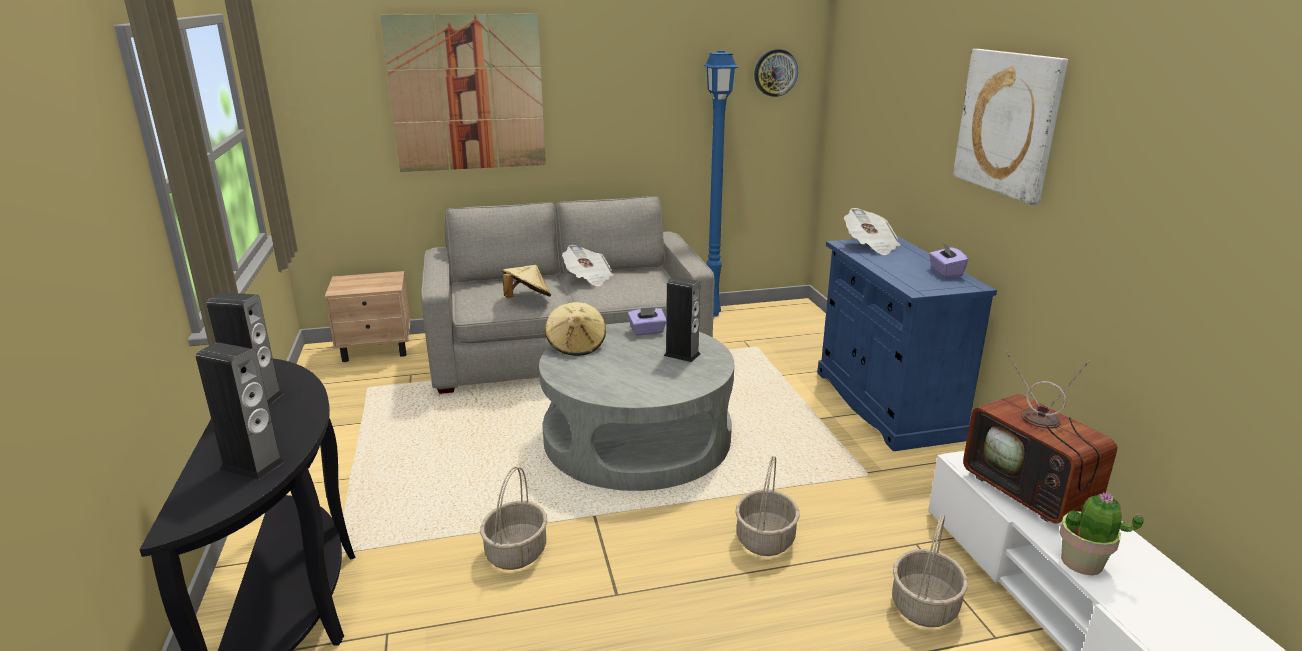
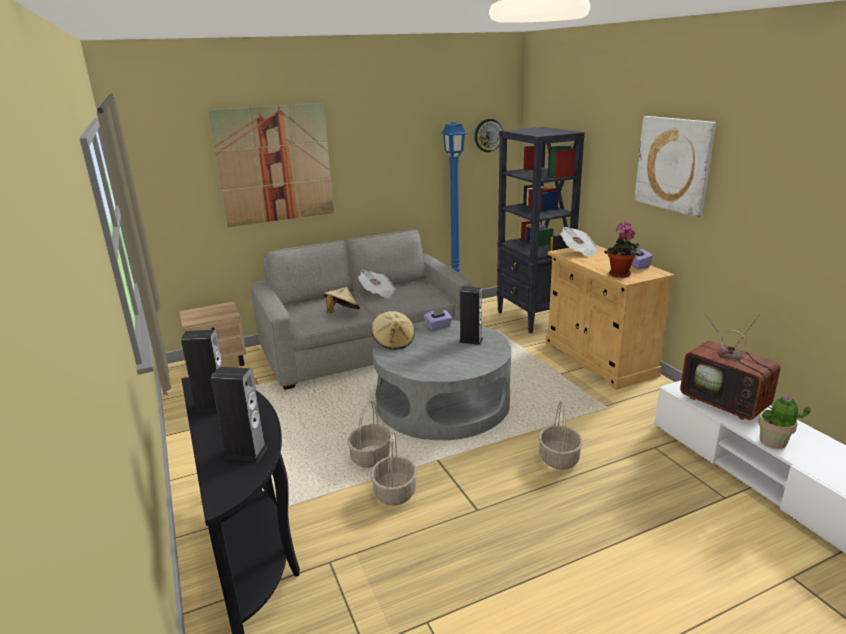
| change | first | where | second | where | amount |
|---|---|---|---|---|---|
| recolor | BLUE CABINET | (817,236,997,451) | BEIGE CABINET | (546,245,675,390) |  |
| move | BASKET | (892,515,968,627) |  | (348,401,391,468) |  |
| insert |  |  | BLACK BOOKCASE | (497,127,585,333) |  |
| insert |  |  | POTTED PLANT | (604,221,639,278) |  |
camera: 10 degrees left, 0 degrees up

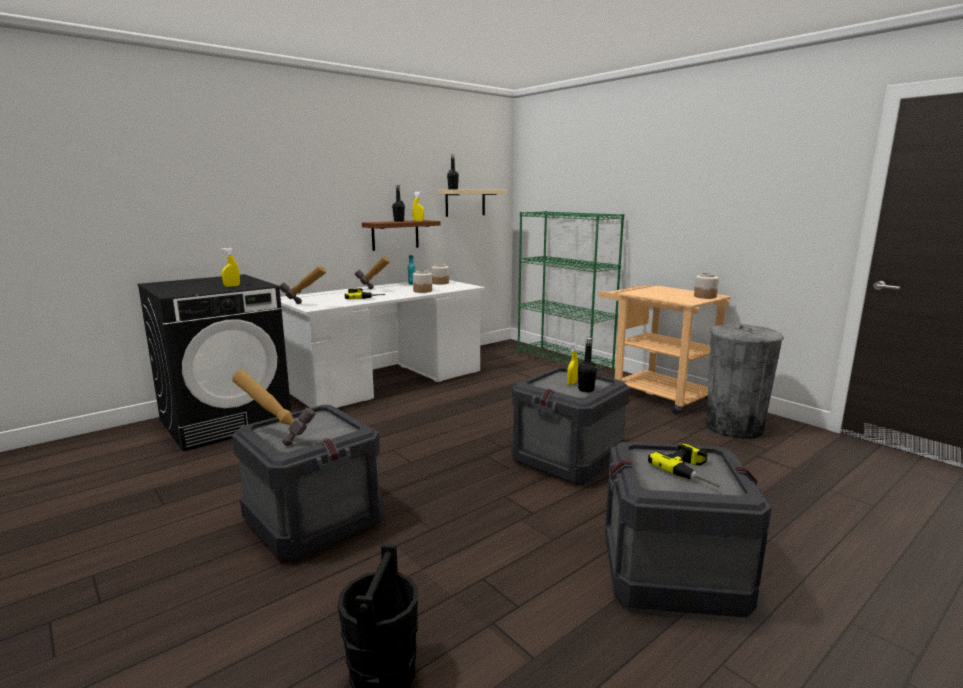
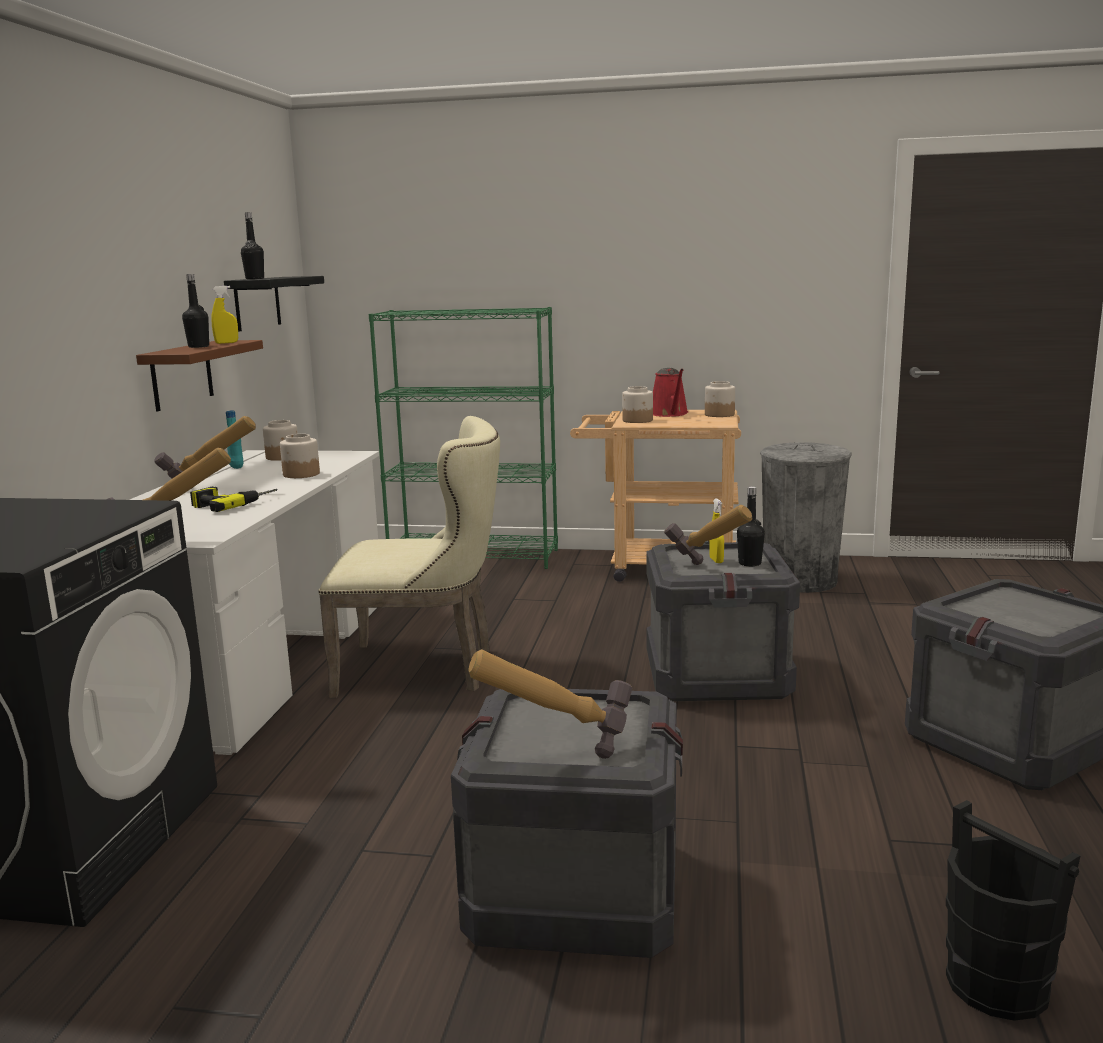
| change | first | where | second | where | amount |
|---|---|---|---|---|---|
| recolor | BEIGE SHELF | (438,190,507,217) | BLACK SHELF | (224,276,324,331) |  |
| delete | YELLOW SPRAY BOTTLE | (221,248,240,287) |  |  |  |
| delete | POWER DRILL | (648,443,719,487) |  |  |  |
| insert |  |  | RED WATERING CAN | (653,368,688,417) |  |
| insert |  |  | JAR | (622,386,653,423) |  |
| insert |  |  | BEIGE CHAIR | (318,416,500,698) |  |
| insert |  |  | HAMMER | (664,505,752,565) |  |
camera: 40 degrees left, 0 degrees up

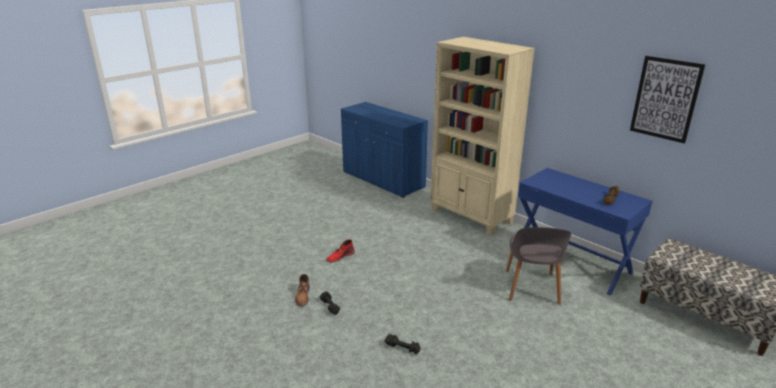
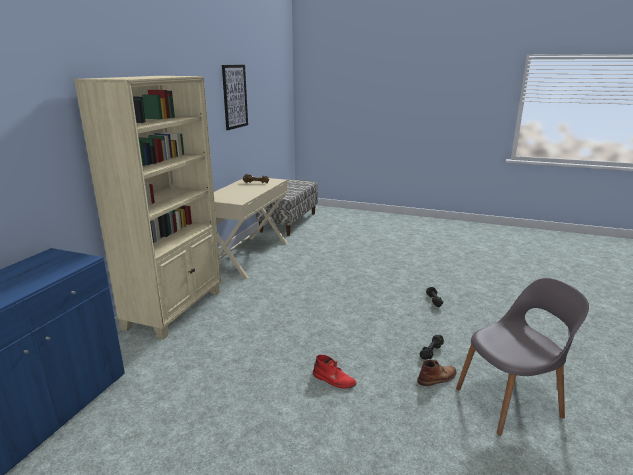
| change | first | where | second | where | amount |
|---|---|---|---|---|---|
| recolor | BLUE DESK | (518,168,653,295) | BEIGE DESK | (214,177,288,279) |  |
| move | GREY CHAIR | (506,227,571,305) |  | (456,278,589,436) |  |
camera: 115 degrees left, 5 degrees down

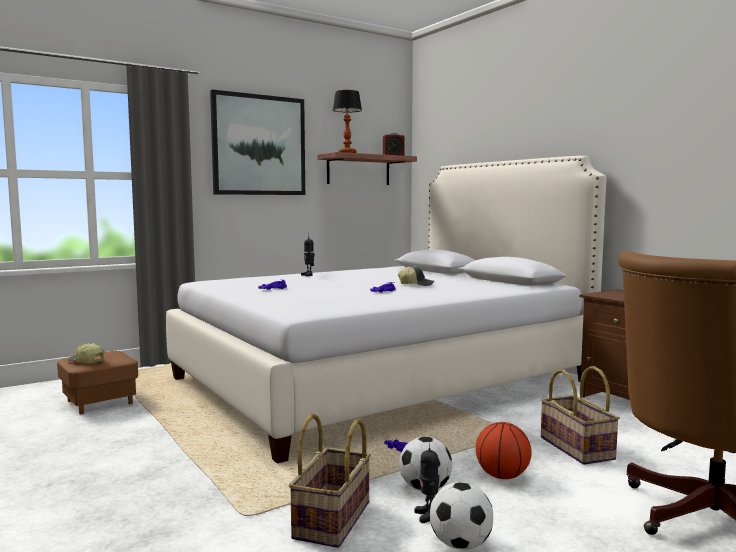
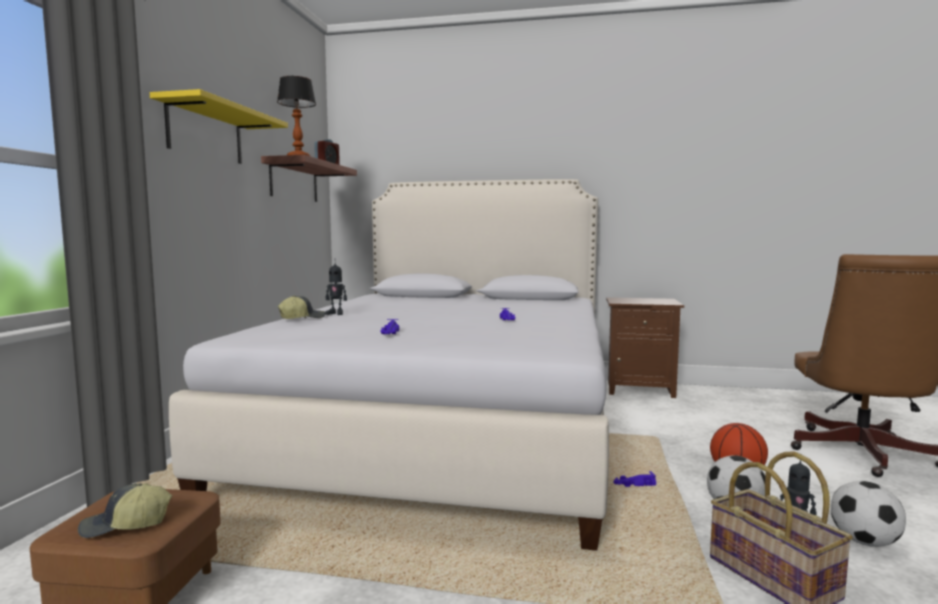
| change | first | where | second | where | amount |
|---|---|---|---|---|---|
| replace | PICTURE | (210,90,305,195) | YELLOW SHELF | (150,89,288,164) |  |
| move | CAP | (398,266,434,286) |  | (278,296,325,319) |  |
| delete | BASKET | (541,366,620,465) |  |  |  |
camera: 45 degrees left, 0 degrees up

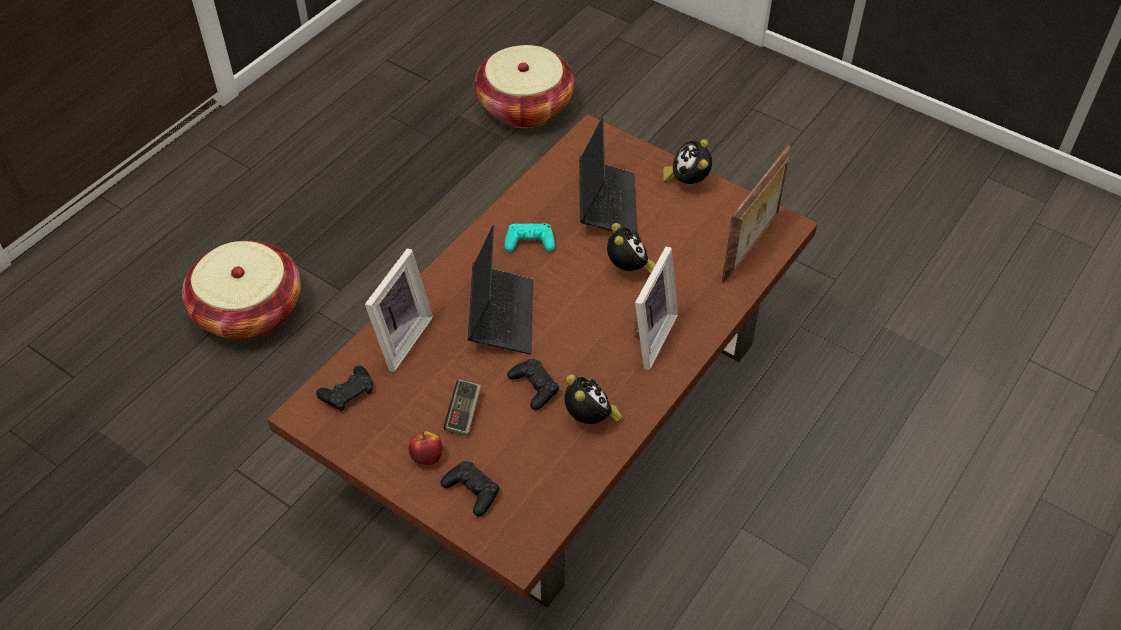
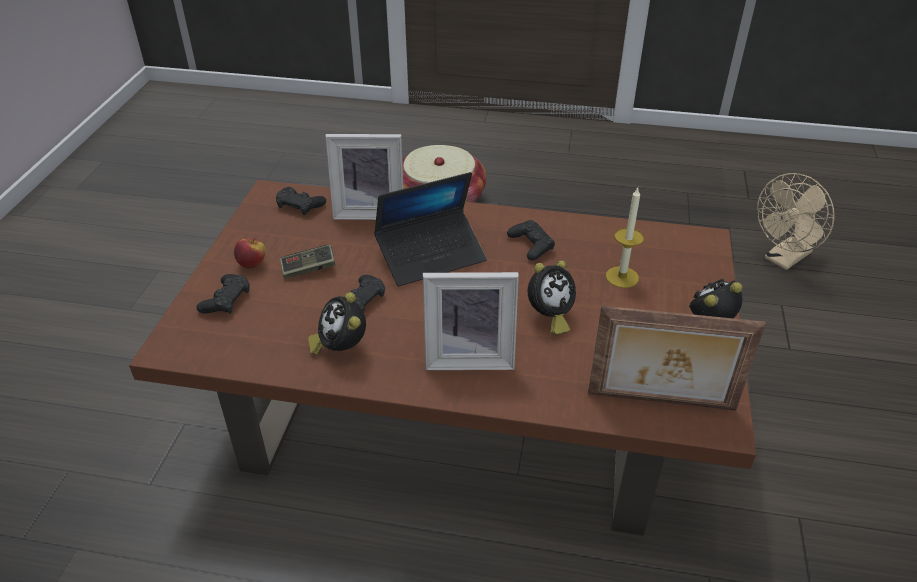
| change | first | where | second | where | amount |
|---|---|---|---|---|---|
| replace | BASKET | (474,45,575,128) | BEIGE FAN | (757,173,835,270) |  |
| replace | LAPTOP | (579,117,638,234) | CANDLE | (606,188,644,288) |  |
| recolor | TURQUOISE GAME CONTROLLER | (505,223,555,252) | BLACK GAME CONTROLLER | (507,220,555,260) |  |
| rotate | ALARM CLOCK | (565,374,623,424) |  | (308,292,366,355) | 120 degrees clockwise |
camera: 65 degrees right, 10 degrees down

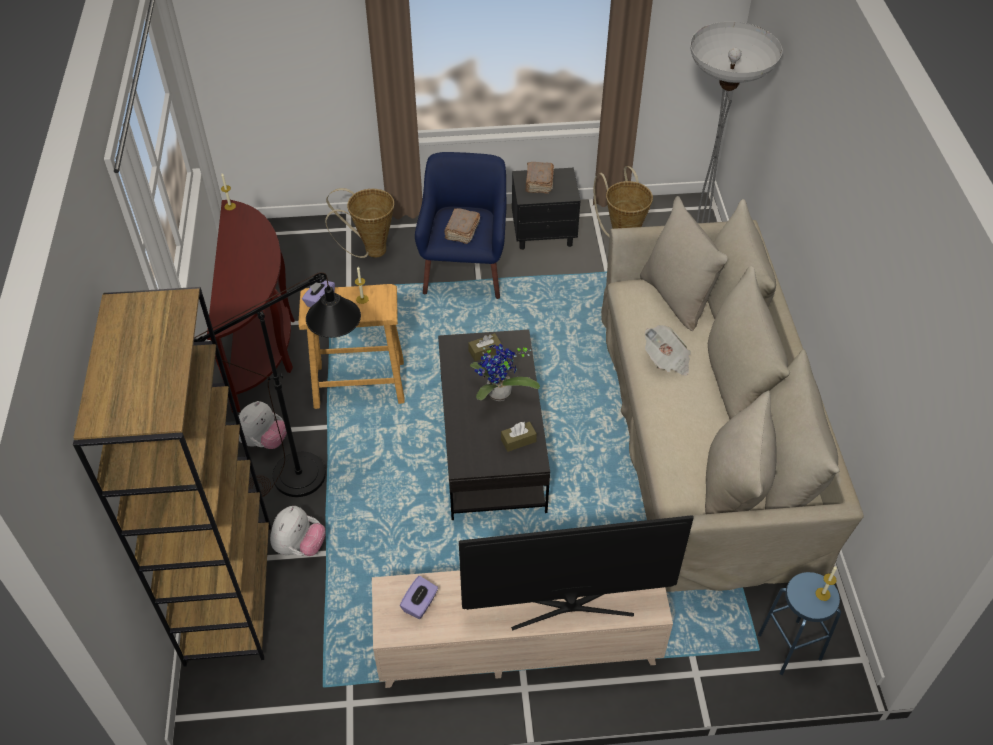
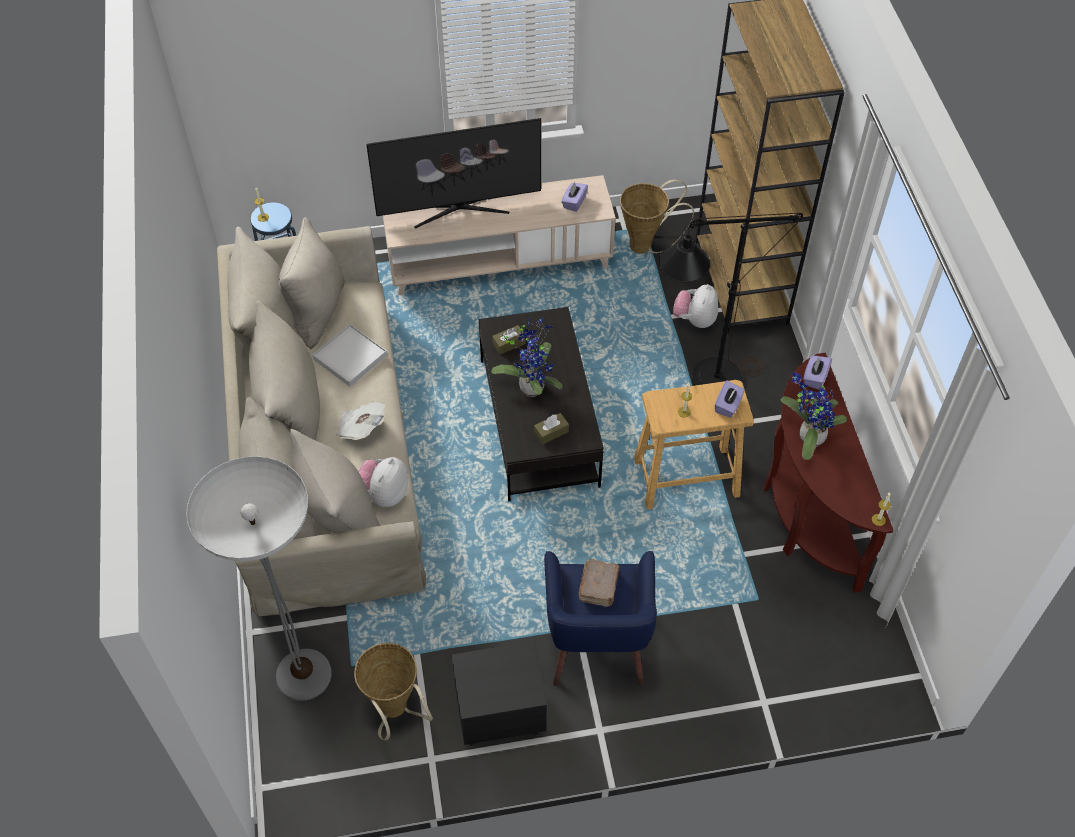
| change | first | where | second | where | amount |
|---|---|---|---|---|---|
| delete | BROWN BOOK | (525,162,554,194) |  |  |  |
| move | BASKET | (325,188,394,258) |  | (620,179,694,253) |  |
| move | PLUSH TOY | (239,401,287,449) |  | (358,457,408,507) |  |
| insert |  |  | WHITE TRAY | (312,324,387,387) |  |
| insert |  |  | PURPLE TISSUE BOX | (803,355,832,390) |  |
| insert |  |  | POTTED PLANT | (781,372,847,460) |  |
camera: 175 degrees right, 5 degrees up

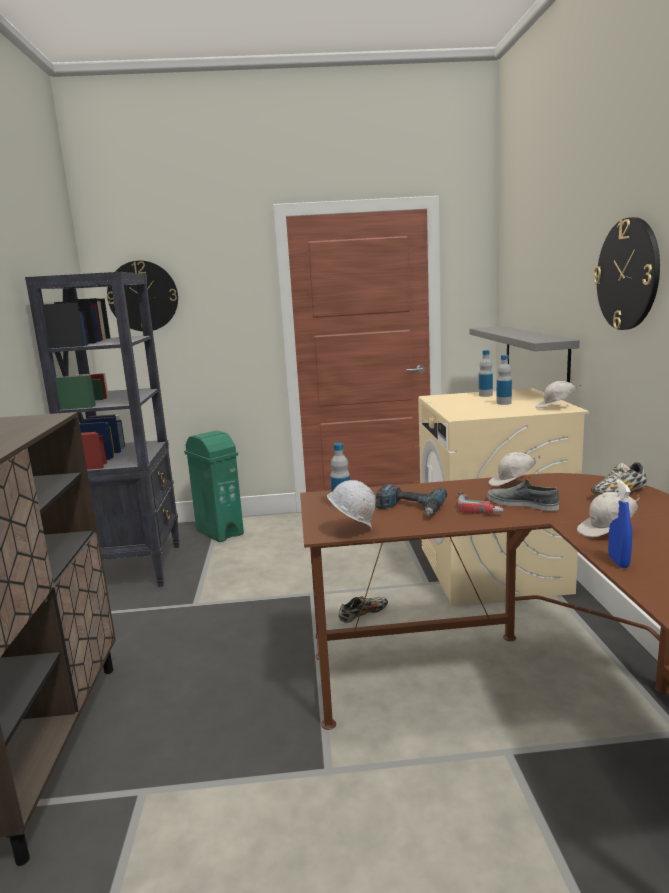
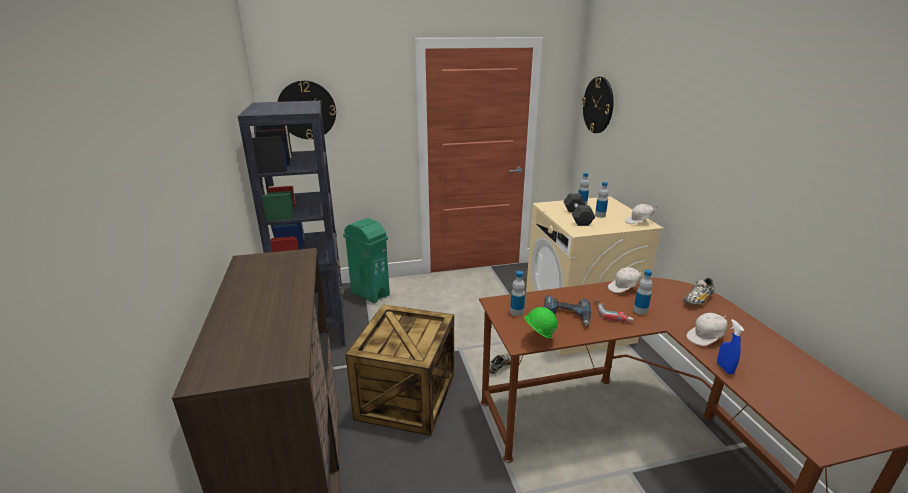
| change | first | where | second | where | amount |
|---|---|---|---|---|---|
| move | WALL CLOCK | (594,217,660,330) |  | (582,77,614,133) |  |
| delete | GREY SHELF | (470,326,580,382) |  |  |  |
| recolor | WHITE HARD HAT | (327,480,376,529) | GREEN HARD HAT | (524,307,558,339) |  |
| replace | GREY SHOE | (487,480,559,511) | BOTTLE | (633,270,653,315) |  |
| insert |  |  | GREY DUMBBELL | (563,193,595,226) |  |
| insert |  |  | CRATE | (345,304,454,436) |  |
camera: 10 degrees left, 10 degrees up

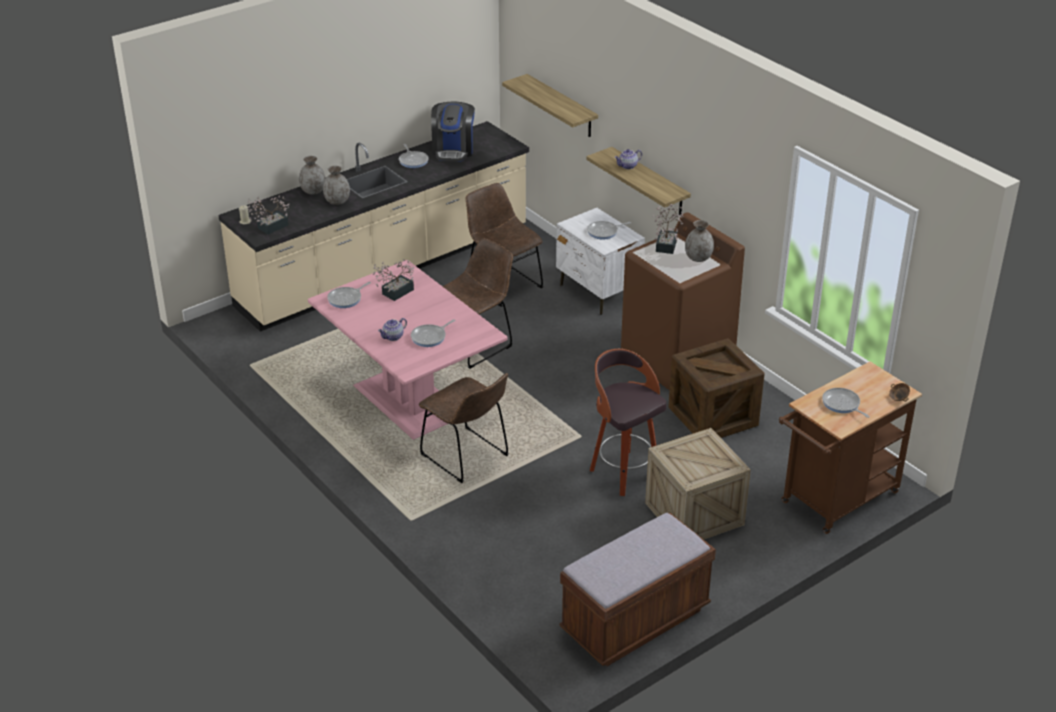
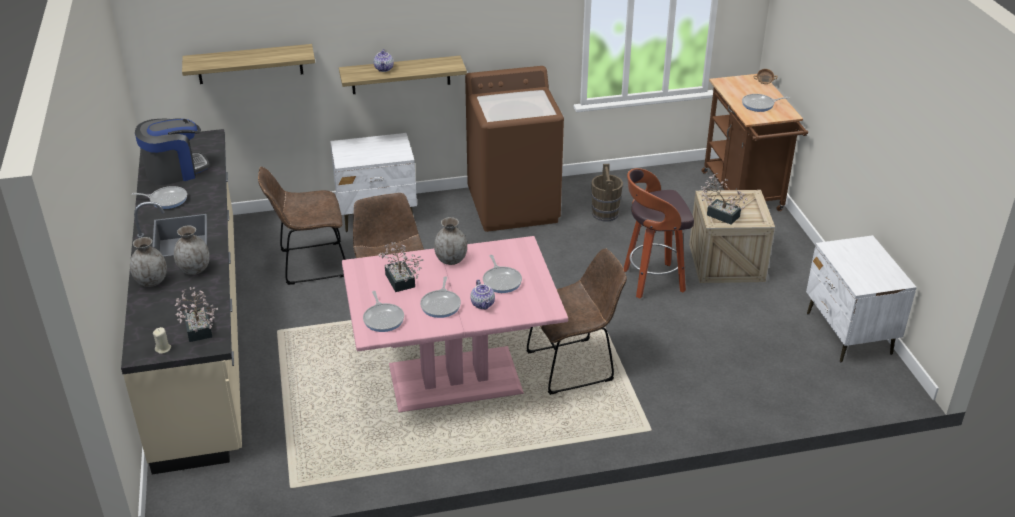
| change | first | where | second | where | amount |
|---|---|---|---|---|---|
| rotate | COFFEE MACHINE | (431,102,475,161) |  | (135,119,209,185) | 60 degrees counterclockwise |
| move | POTTED PLANT | (653,204,684,254) |  | (701,173,748,225) |  |
| move | GREY VASE | (685,220,714,262) |  | (434,217,467,265) |  |
| move | FRYING PAN | (587,221,631,240) |  | (420,276,461,318) |  |
| replace | CRATE | (668,338,765,438) | BROWN BUCKET | (591,164,623,221) |  |
| replace | BROWN BENCH | (559,513,716,666) | WHITE NIGHTSTAND | (806,235,917,363) |  |
camera: 65 degrees left, 0 degrees up

